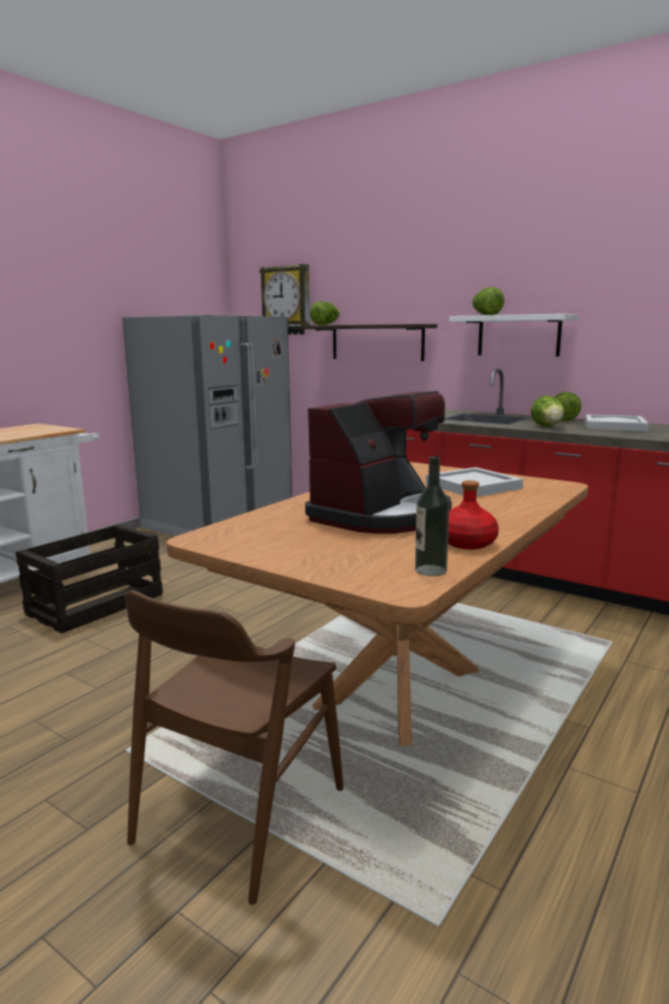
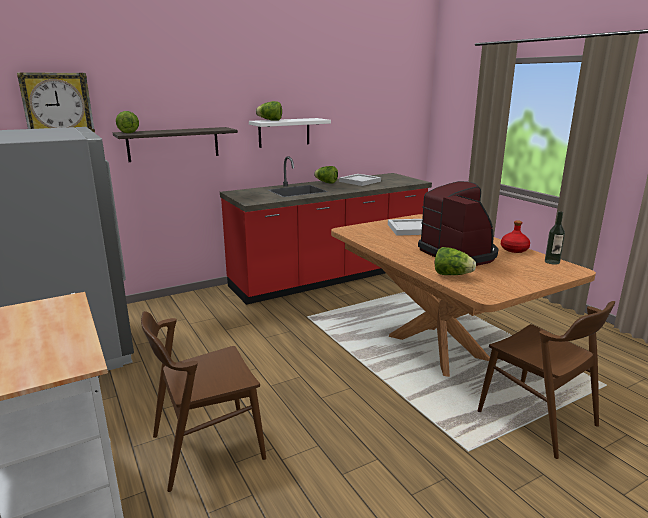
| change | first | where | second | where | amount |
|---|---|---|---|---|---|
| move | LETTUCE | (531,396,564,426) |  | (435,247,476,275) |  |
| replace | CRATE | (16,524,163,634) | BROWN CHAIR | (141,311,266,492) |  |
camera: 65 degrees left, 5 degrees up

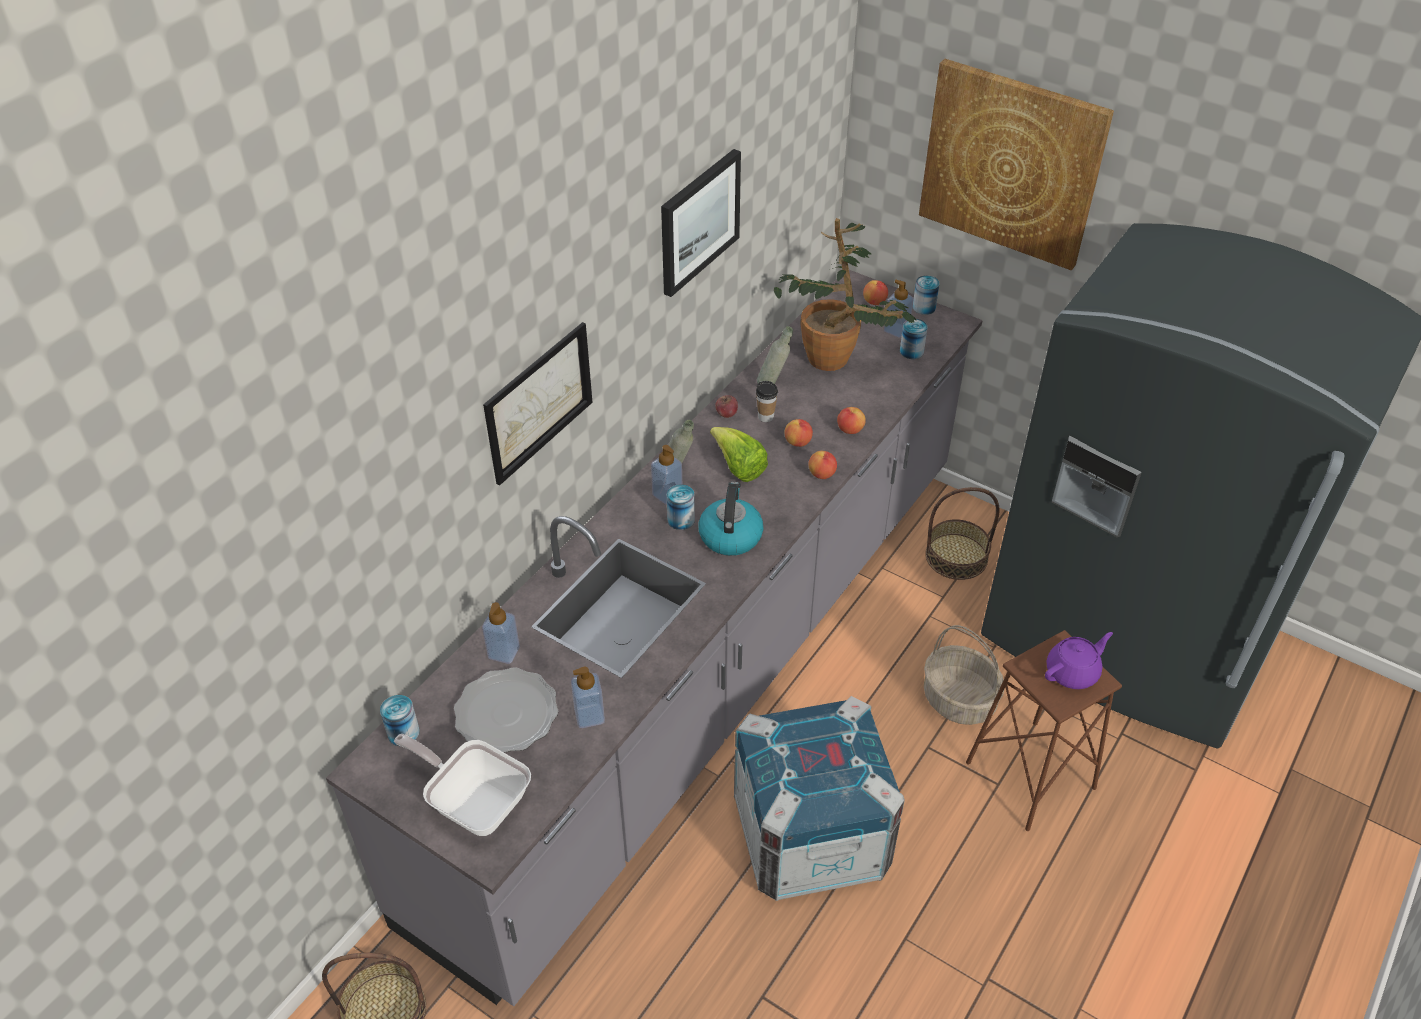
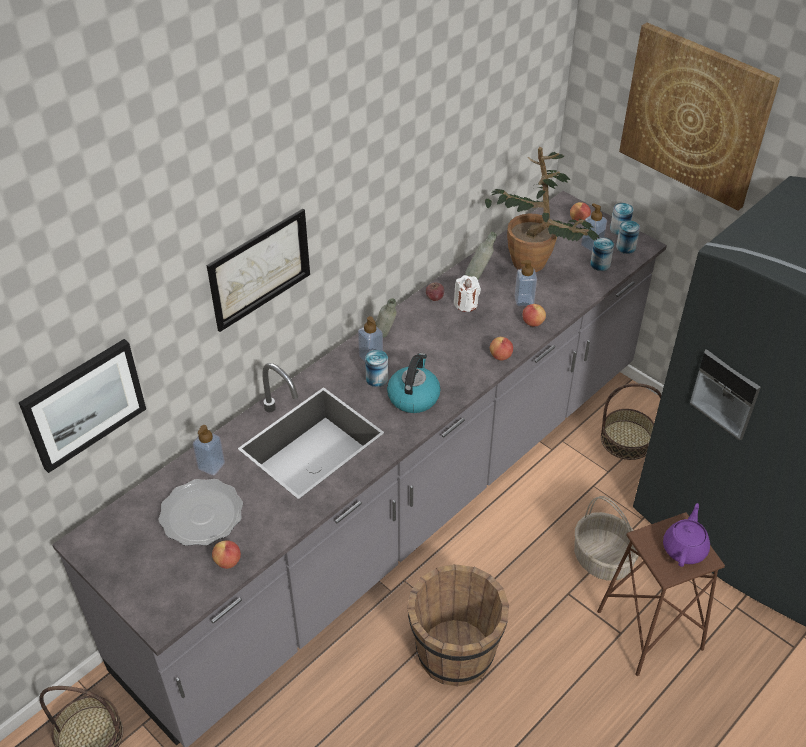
| change | first | where | second | where | amount |
|---|---|---|---|---|---|
| move | PICTURE | (661,149,741,297) |  | (19,339,146,473) |  |
| replace | CUP | (756,381,778,422) | WHITE CANDLE | (454,275,481,312) |  |
| move | APPLE | (784,419,813,447) |  | (212,540,241,569) |  |
| delete | LETTUCE | (710,427,768,482) |  |  |  |
| rotate | PURPLE TEAPOT | (1045,632,1113,689) |  | (663,503,710,567) | 45 degrees counterclockwise |
| move | SOAP DISPENSER | (571,667,605,728) |  | (514,260,537,306) |  |
| move | CAN | (380,695,420,746) |  | (616,220,640,254) |  |
| replace | CRATE | (734,696,905,901) | BROWN BUCKET | (407,564,509,686) |  |
| delete | FRYING PAN | (394,734,531,836) |  |  |  |
camera: 10 degrees right, 0 degrees up

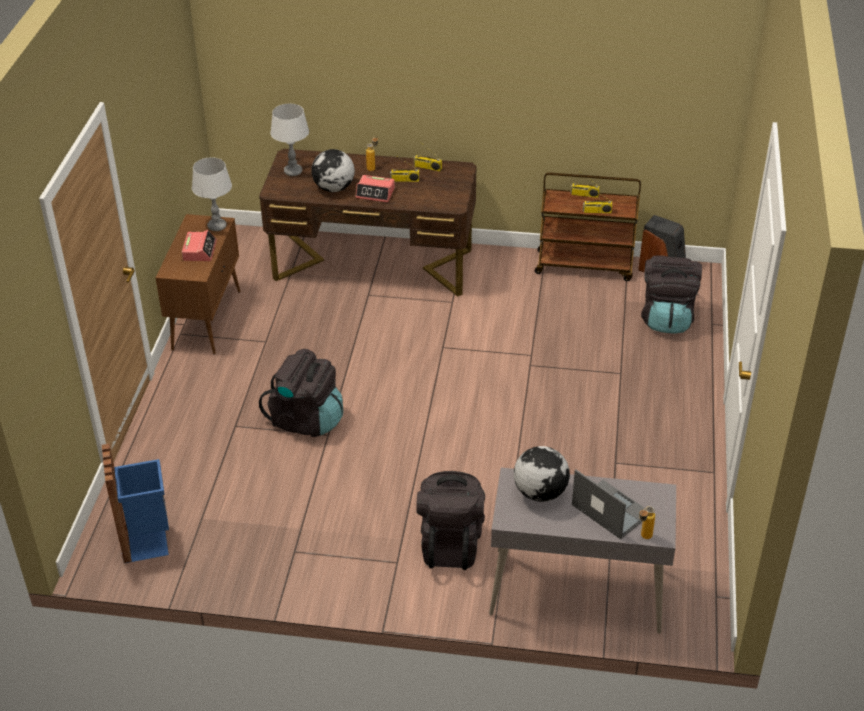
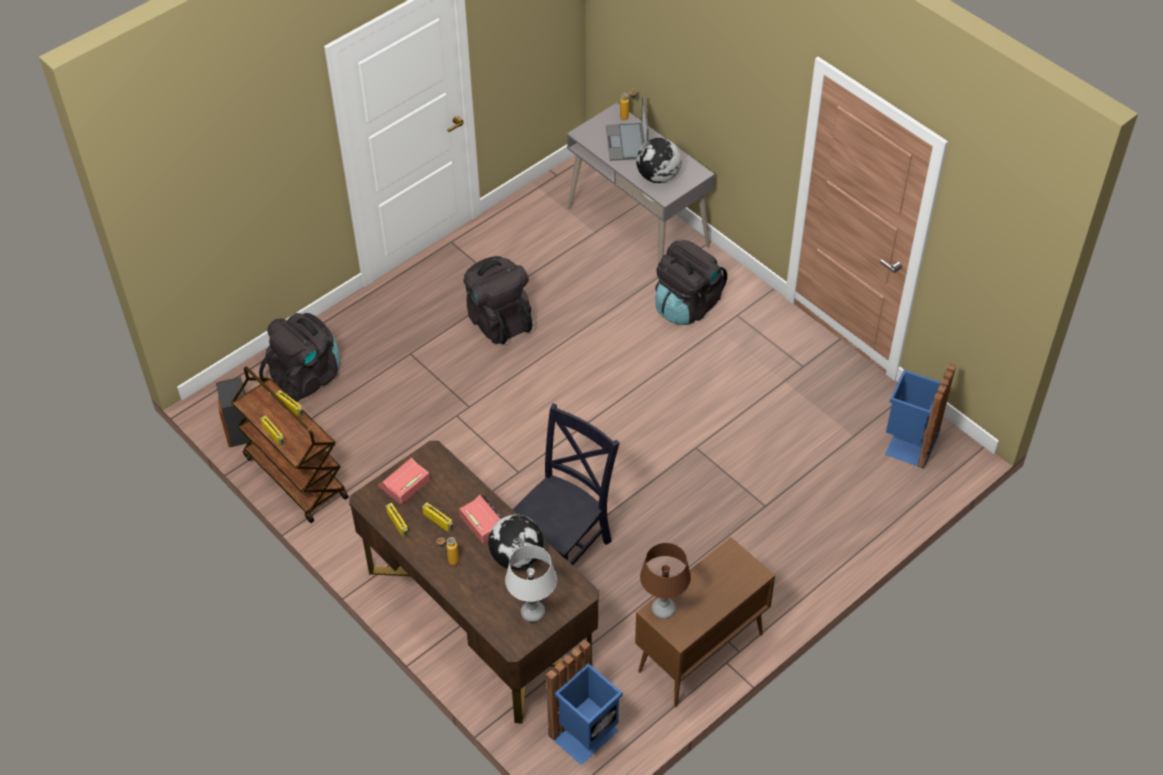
| change | first | where | second | where | amount |
|---|---|---|---|---|---|
| recolor | GREY TABLE LAMP | (192,157,232,231) | BROWN TABLE LAMP | (640,543,691,619) |  |
| move | ALARM CLOCK | (182,230,217,261) |  | (378,457,430,504) |  |
| move | BLACK BACKPACK | (259,349,343,437) |  | (463,256,532,344) |  |
| insert |  |  | BLACK CHAIR | (513,404,620,565) |  |
| insert |  |  | BLUE TRASH CAN | (546,640,623,765) |  |
camera: 140 degrees left, 10 degrees up

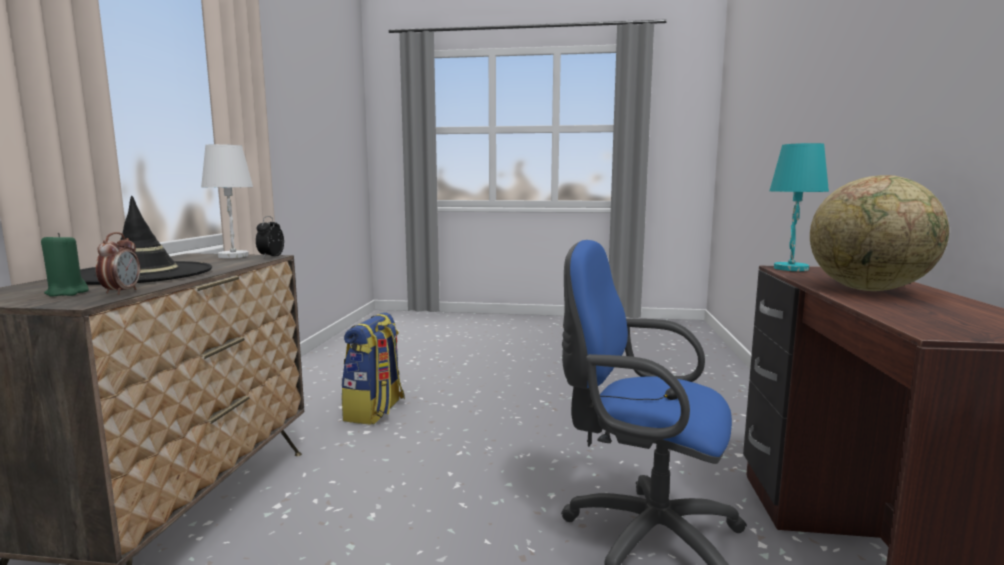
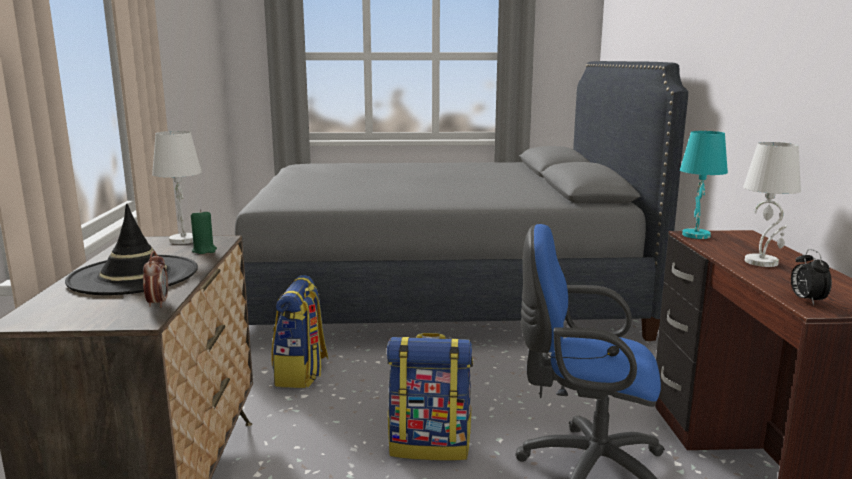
| change | first | where | second | where | amount |
|---|---|---|---|---|---|
| replace | GLOBE | (810,175,949,291) | WHITE TABLE LAMP | (743,142,801,267) |  |
| move | ALARM CLOCK | (256,216,284,258) |  | (791,249,832,305) |  |
| move | GREEN CANDLE | (41,233,89,297) |  | (191,209,217,254) |  |
| insert |  |  | GREY BED | (235,61,688,341) |  |
| insert |  |  | BACKPACK | (387,333,473,461) |  |
camera: 10 degrees left, 5 degrees up

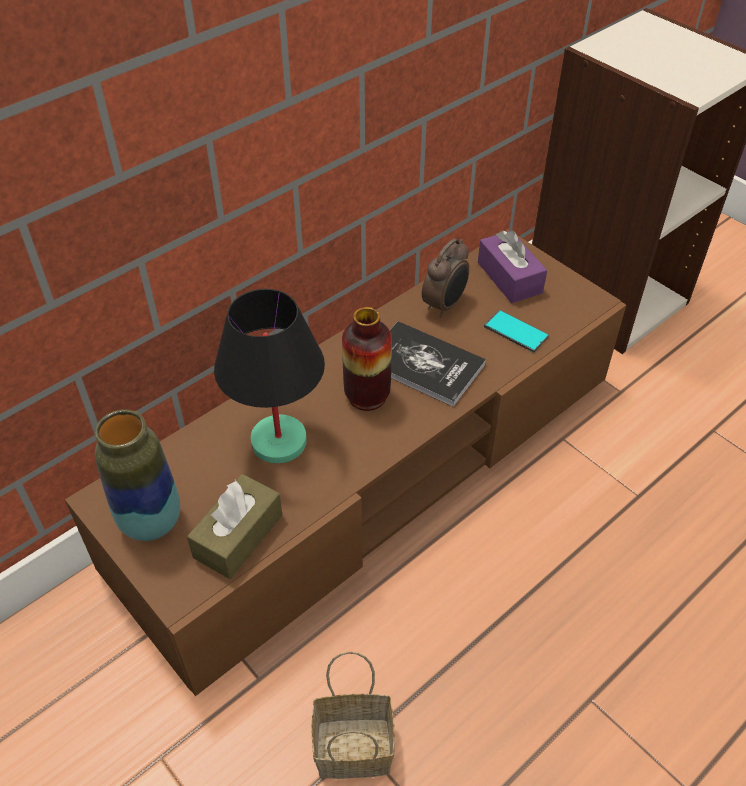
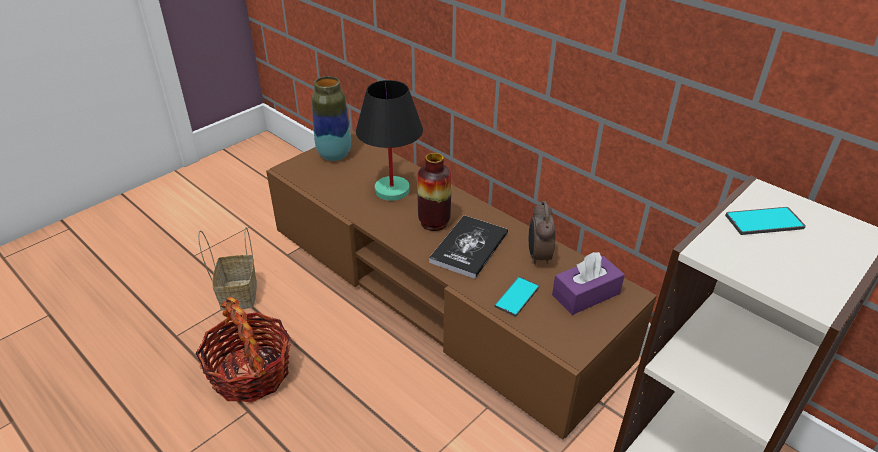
| change | first | where | second | where | amount |
|---|---|---|---|---|---|
| rotate | ALARM CLOCK | (422,239,469,318) |  | (529,201,555,266) | 60 degrees clockwise |
| delete | BROWN TISSUE BOX | (187,474,282,579) |  |  |  |
| insert |  |  | PHONE | (725,207,806,235) |  |
| insert |  |  | BASKET | (195,297,291,403) |  |
camera: 85 degrees right, 10 degrees down

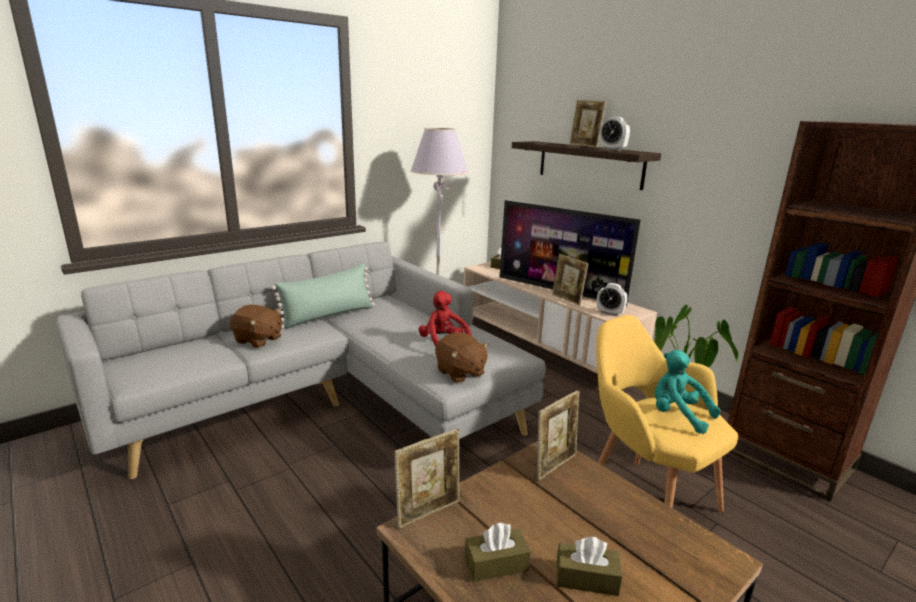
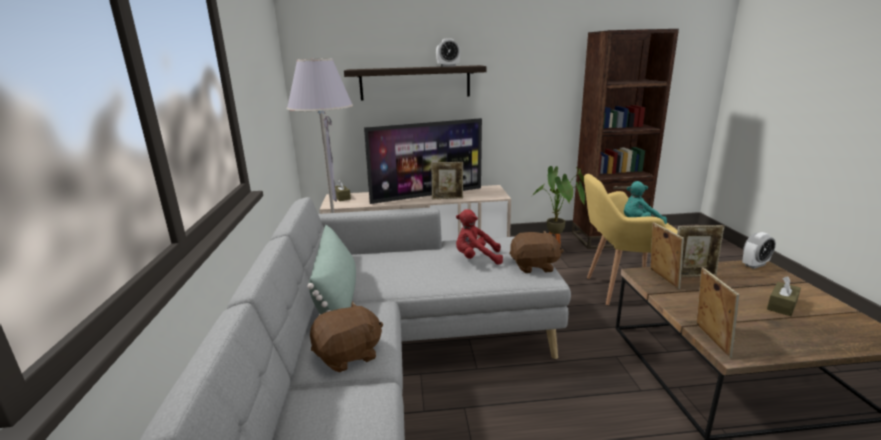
| change | first | where | second | where | amount |
|---|---|---|---|---|---|
| move | PICTURE FRAME | (569,100,606,148) |  | (677,225,725,277) |  |
| move | ALARM CLOCK | (597,283,627,316) |  | (742,232,776,269) |  |
| delete | BROWN TISSUE BOX | (465,523,531,582) |  |  |  |
camera: 55 degrees left, 0 degrees up

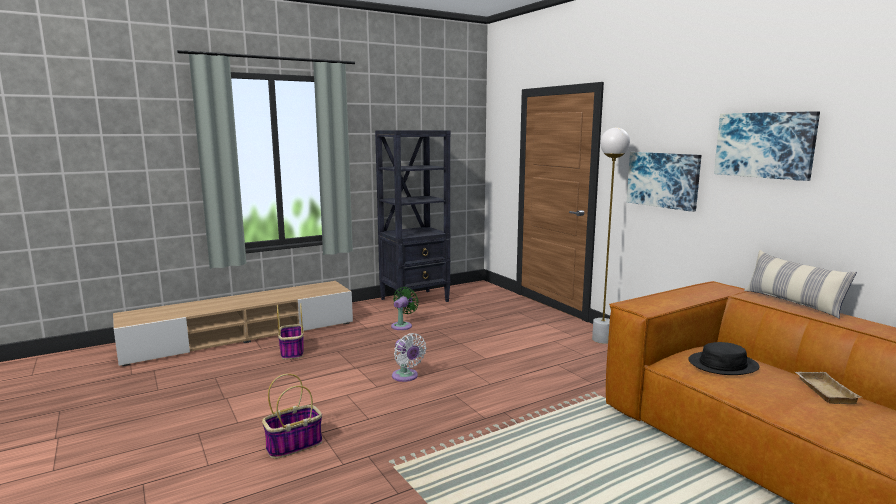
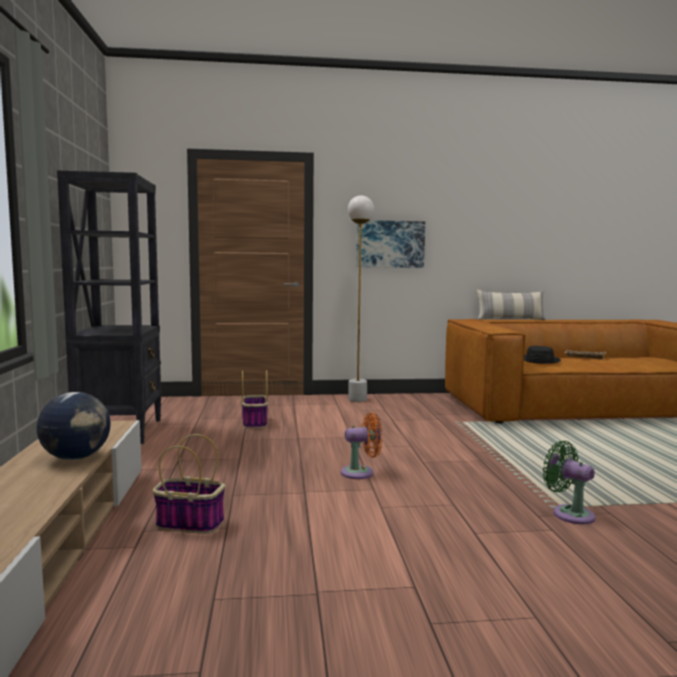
| change | first | where | second | where | amount |
|---|---|---|---|---|---|
| delete | PICTURE | (714,111,820,181) |  |  |  |
| move | GREEN FAN | (391,287,419,330) |  | (543,441,595,524) |  |
| recolor | WHITE FAN | (392,333,426,382) | ORANGE FAN | (341,412,382,479) |  |
| move | BASKET | (262,374,322,459) |  | (241,370,268,429) |  |
| insert |  |  | GLOBE | (36,392,111,460) |  |
camera: 65 degrees left, 5 degrees down

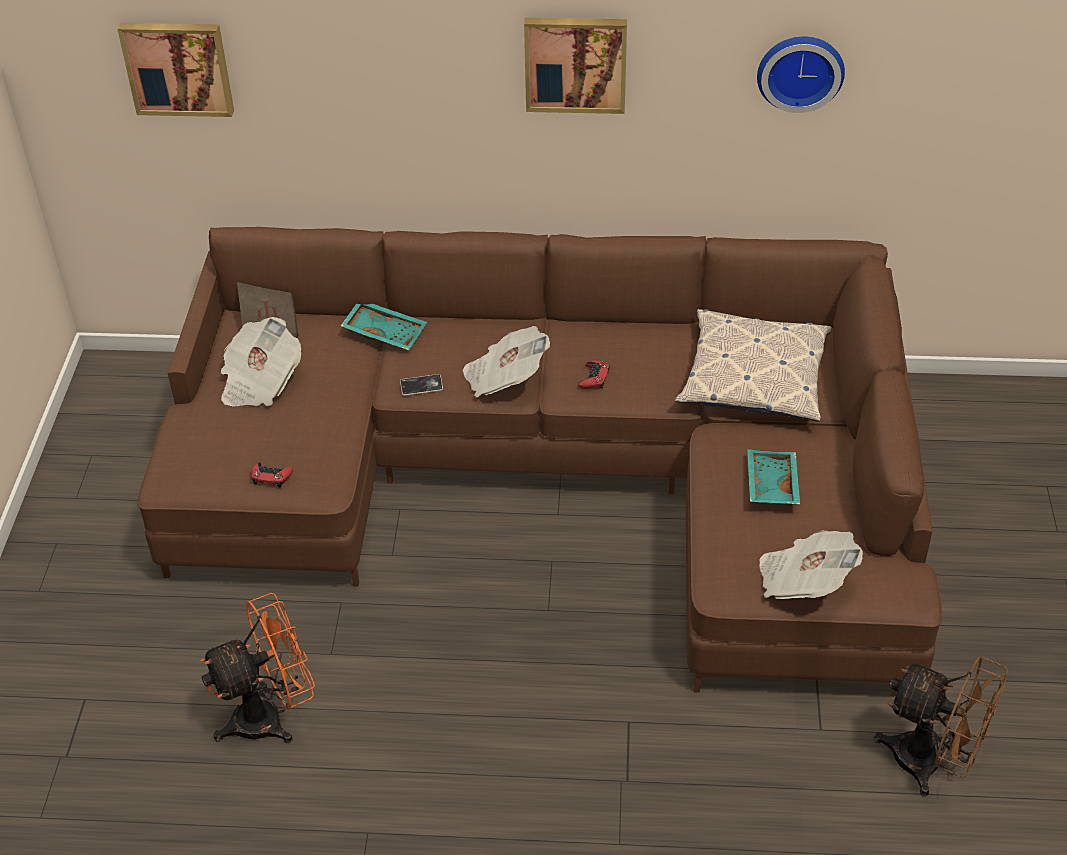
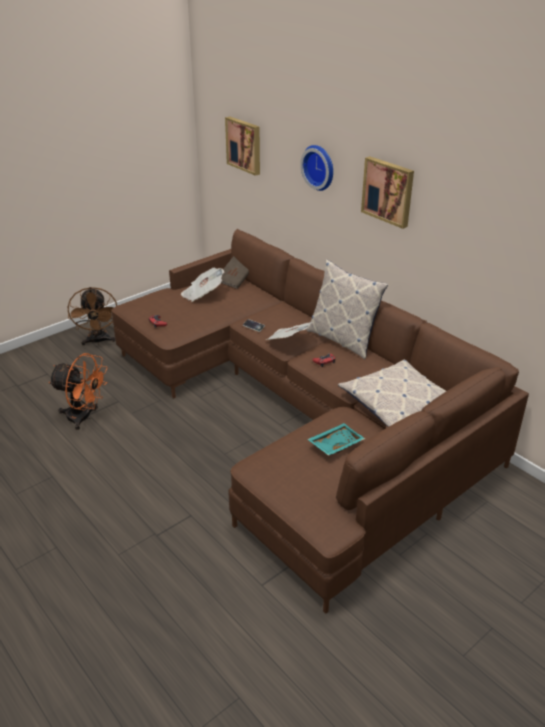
| change | first | where | second | where | amount |
|---|---|---|---|---|---|
| move | WALL CLOCK | (757,37,845,113) |  | (300,145,333,191) |  |
| delete | TURQUOISE TRAY | (341,304,427,350) |  |  |  |
| delete | NEWSPAPER | (759,530,863,599) |  |  |  |
| move | BROWN FAN | (874,655,1008,797) |  | (68,287,117,345) |  |
| insert |  |  | PILLOW | (306,259,388,359) |  |
camera: 45 degrees right, 10 degrees down

